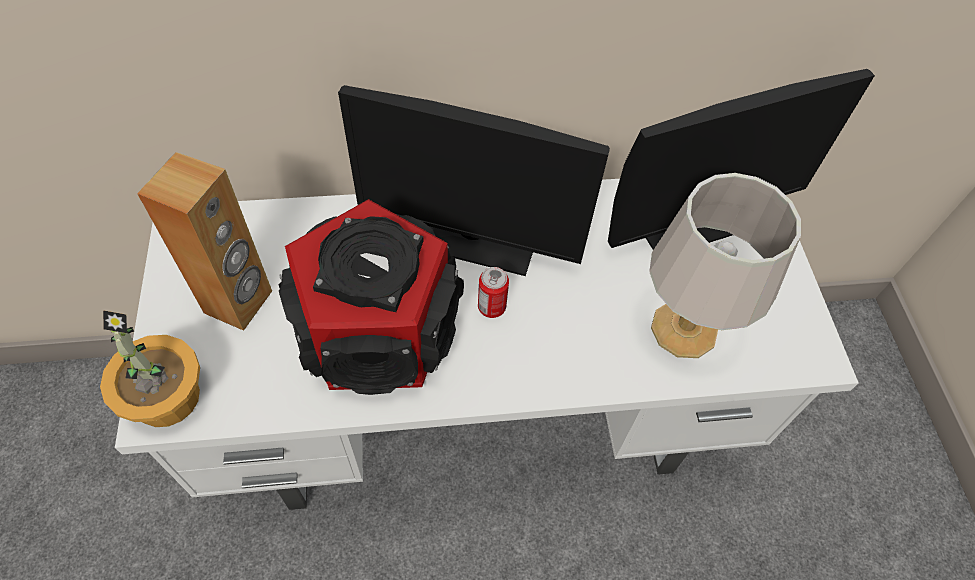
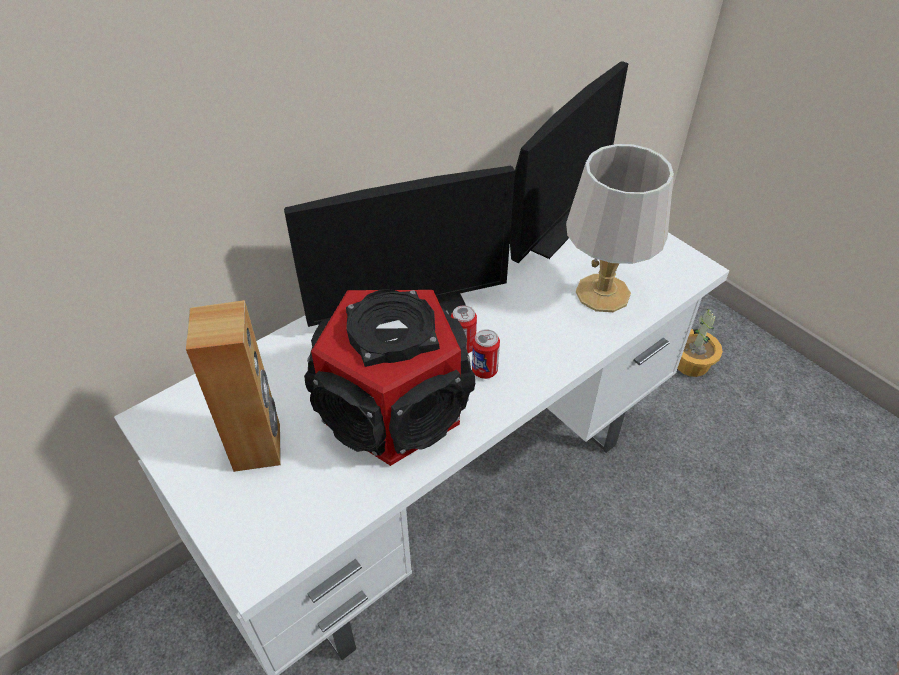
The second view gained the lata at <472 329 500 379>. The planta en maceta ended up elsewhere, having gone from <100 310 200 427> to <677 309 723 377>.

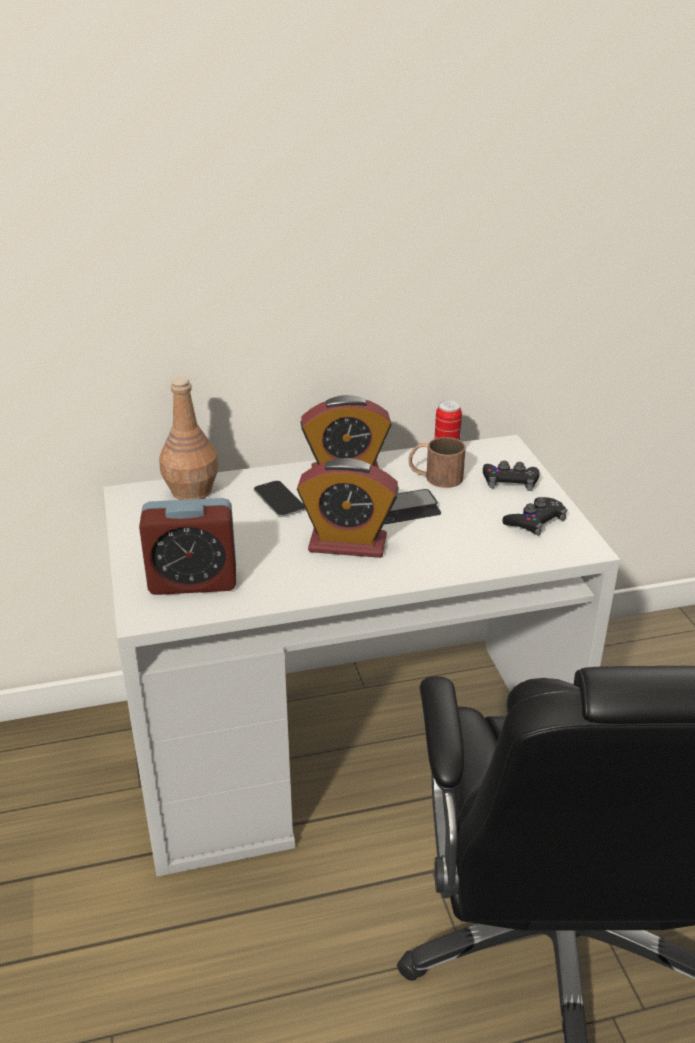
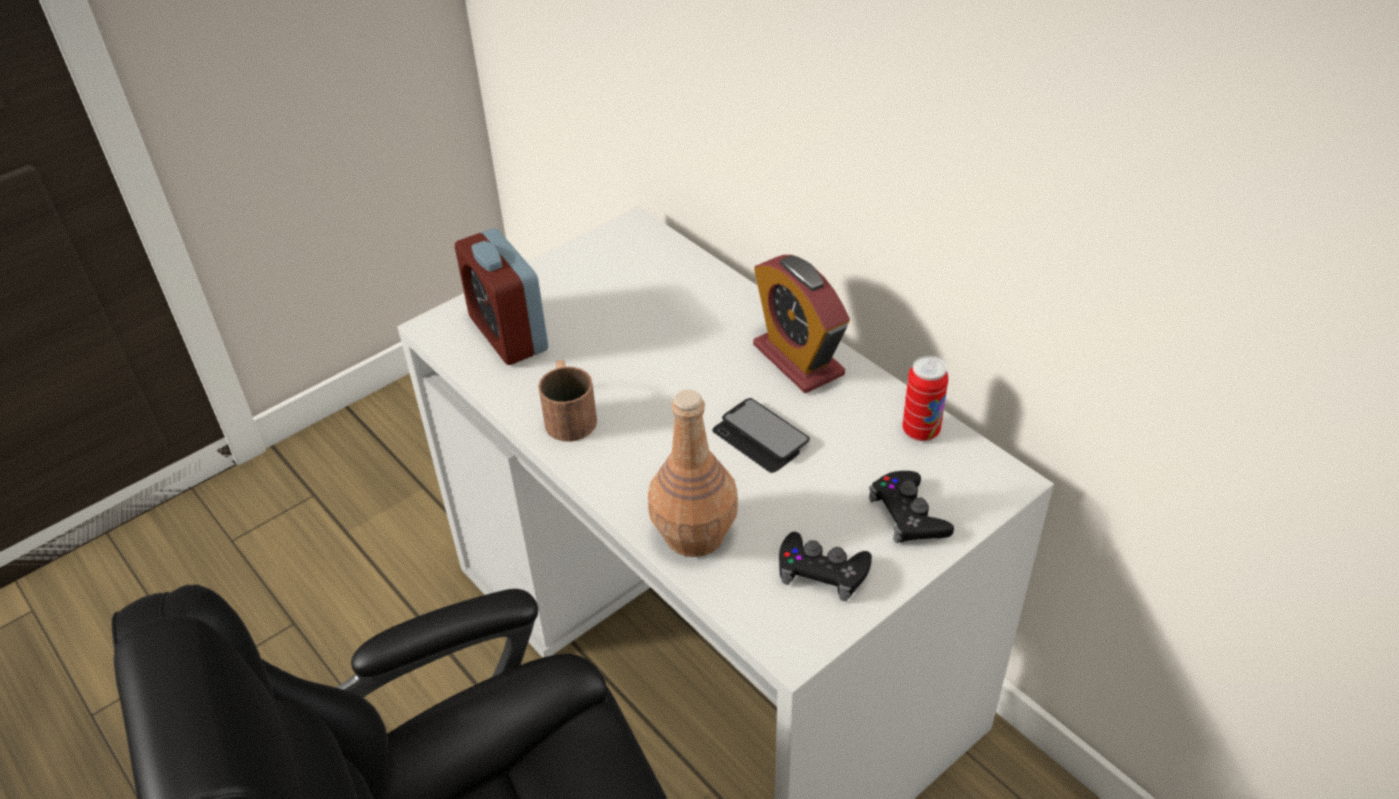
The taza grande (marrón) ended up elsewhere, having gone from <408 437 466 488> to <538 360 597 442>. The botella (marrón) ended up elsewhere, having gone from <159 377 219 500> to <648 389 738 557>. The second view lost the móvil at <254 481 305 517>. The second view lost the despertador at <297 458 399 558>.

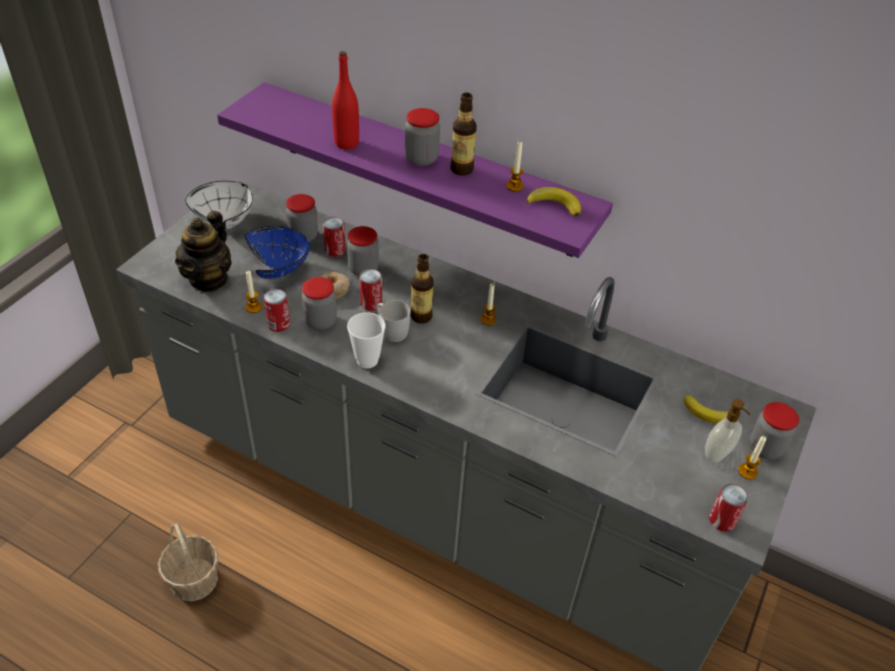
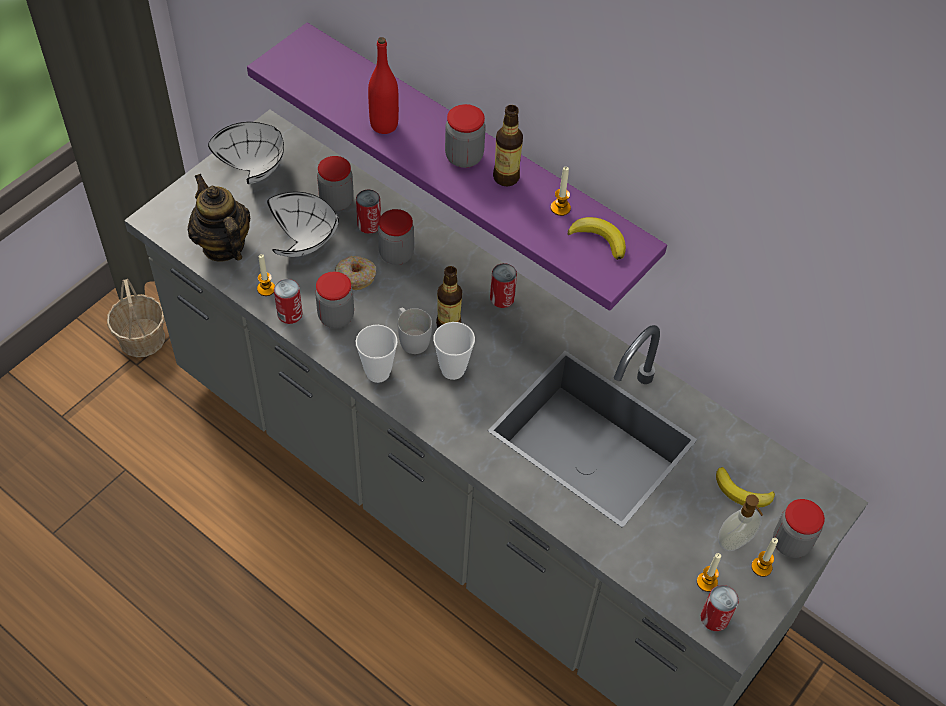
The cesta ended up elsewhere, having gone from <158 523 219 601> to <107 279 165 357>. The tetera at <175 211 232 292> ended up facing another way, 120 degrees clockwise from before. What was the cuenco (azul) at <245 226 311 279> turned into the cuenco (blanco) at <267 192 339 257>. The second view gained the taza at <433 322 475 380>. The lata ended up elsewhere, having gone from <359 269 382 311> to <490 263 517 308>. The vela ended up elsewhere, having gone from <480 283 497 325> to <697 553 721 592>.

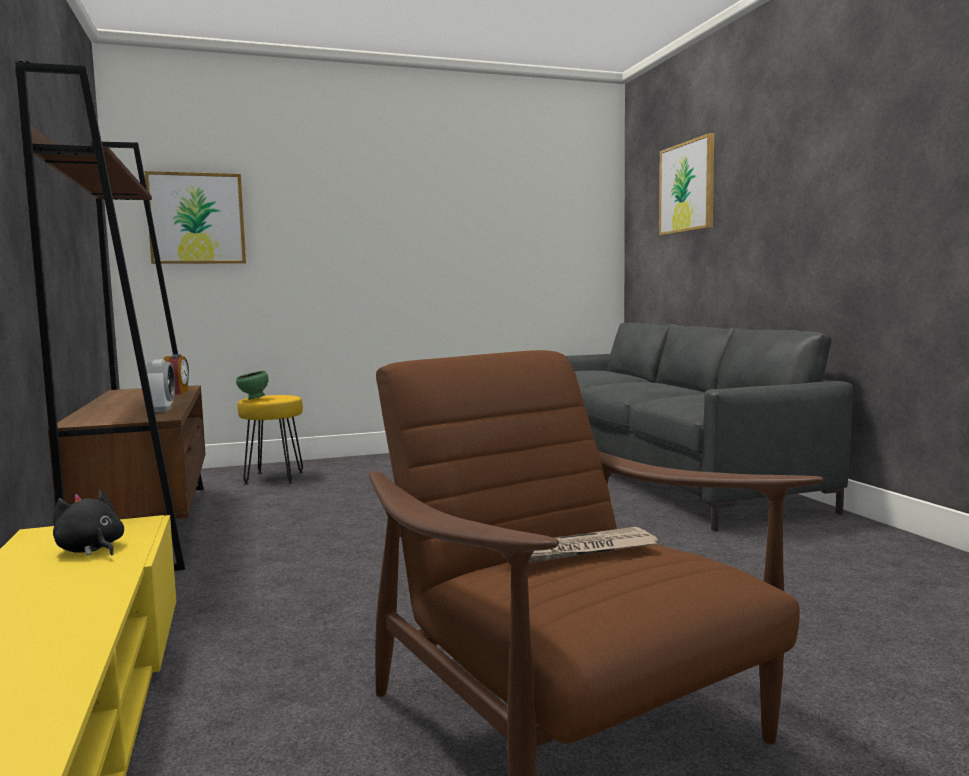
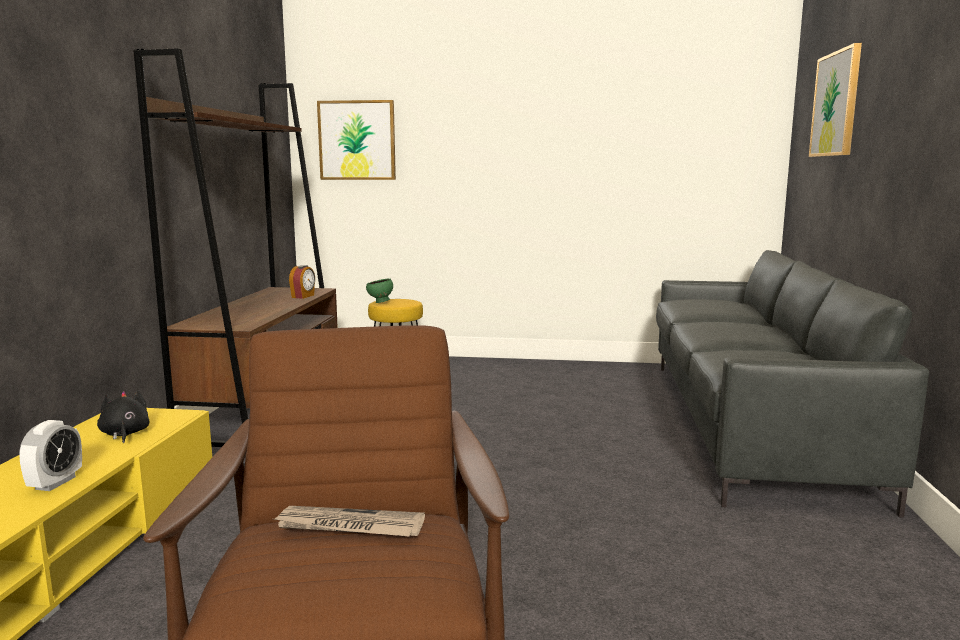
The despertador ended up elsewhere, having gone from <146 359 175 412> to <19 420 82 491>.

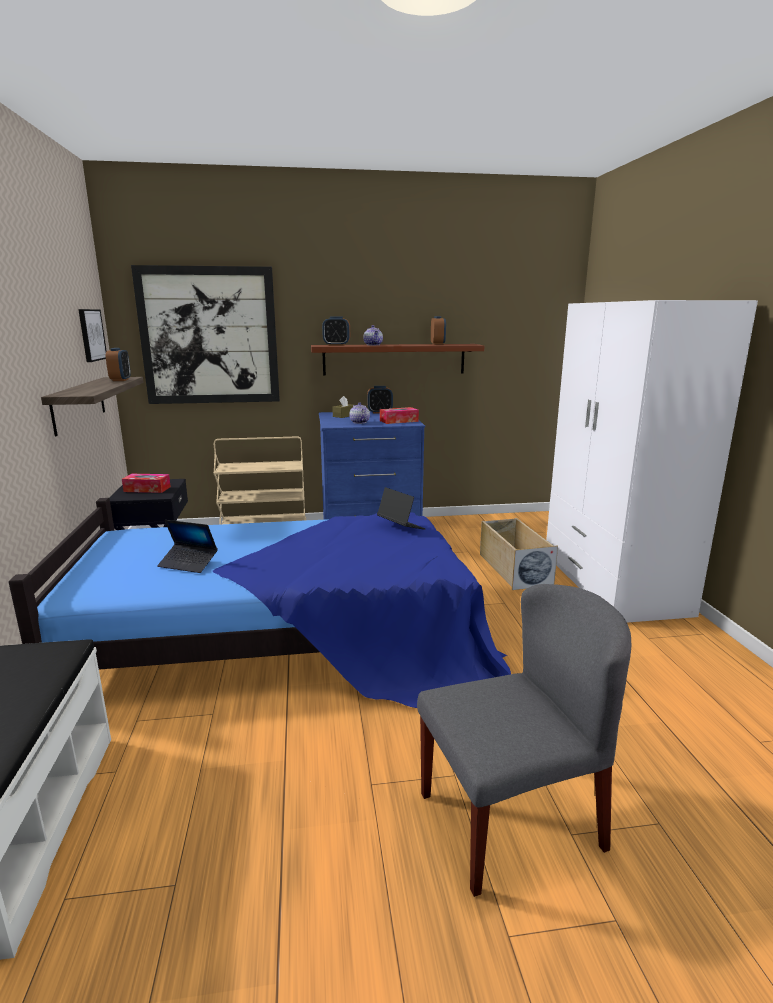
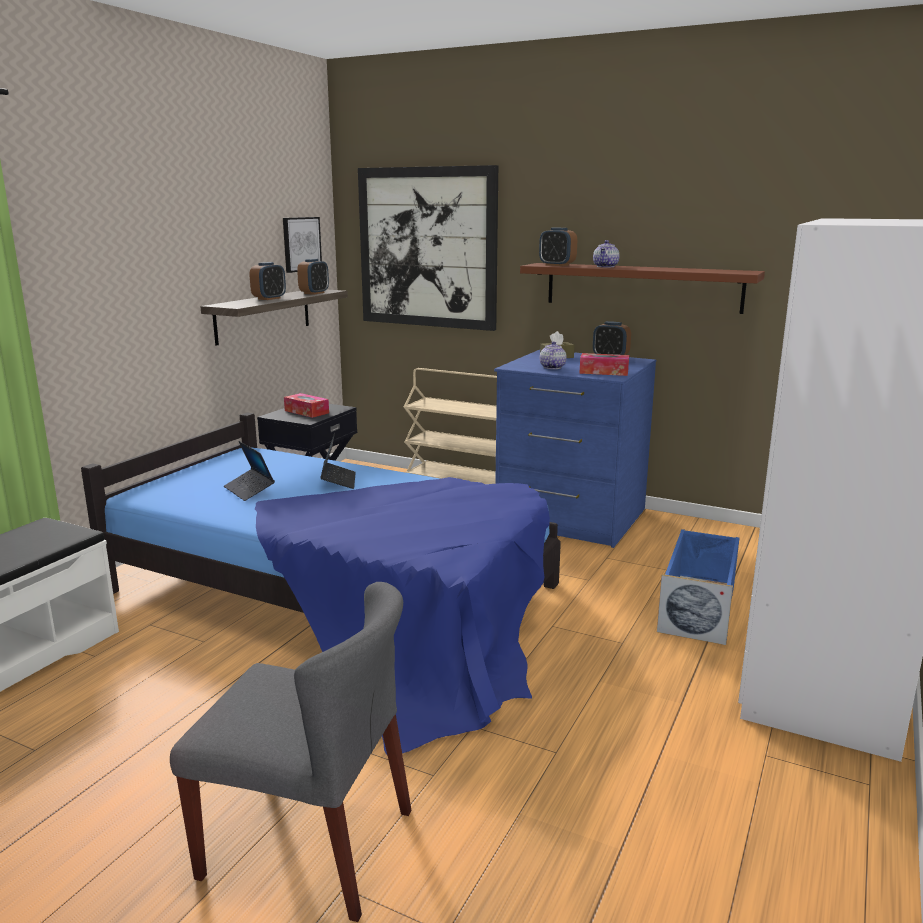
The despertador ended up elsewhere, having gone from <431 316 446 345> to <250 262 286 300>. The portátil ended up elsewhere, having gone from <377 487 425 529> to <320 433 356 489>. What was the caja de almacenaje (beis) at <480 518 558 590> turned into the caja de almacenaje (azul) at <657 529 740 645>.

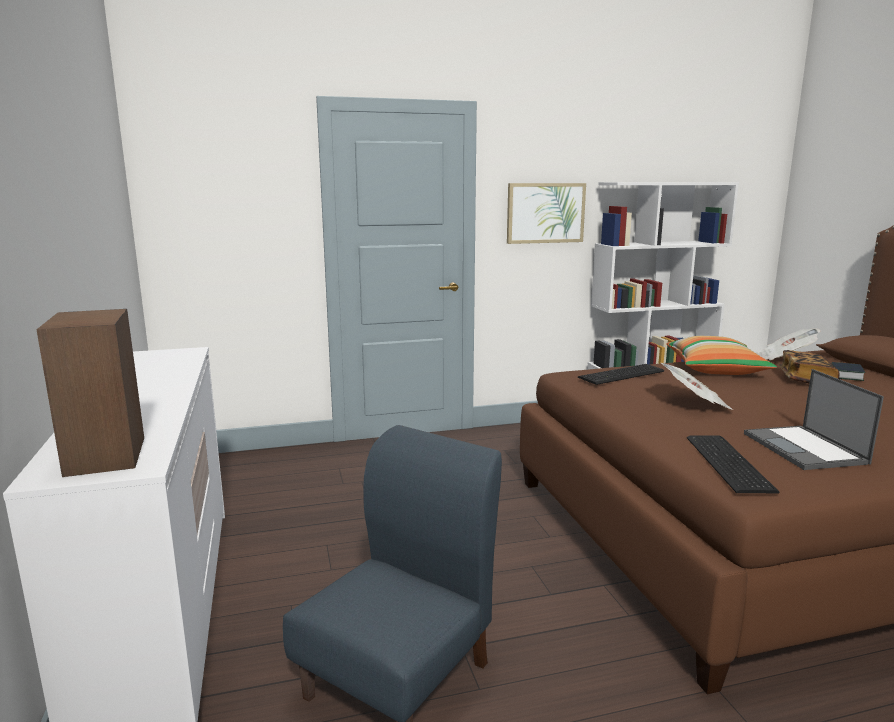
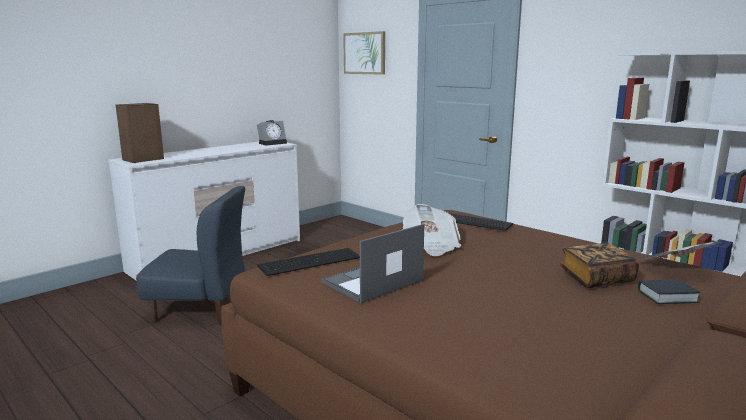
The second view gained the despertador at <257 120 287 146>. The cuadro ended up elsewhere, having gone from <507 183 586 244> to <343 31 385 75>. The second view lost the cojín at <666 336 777 375>.

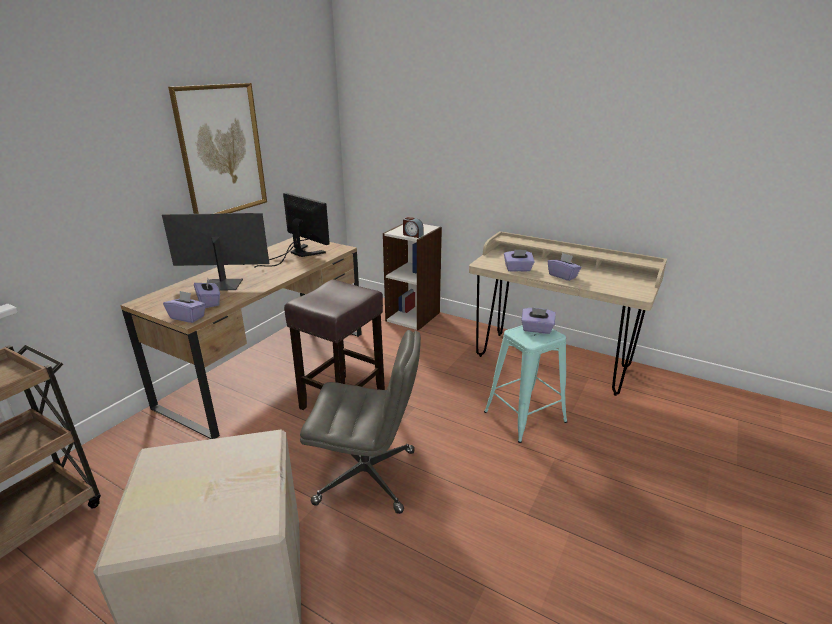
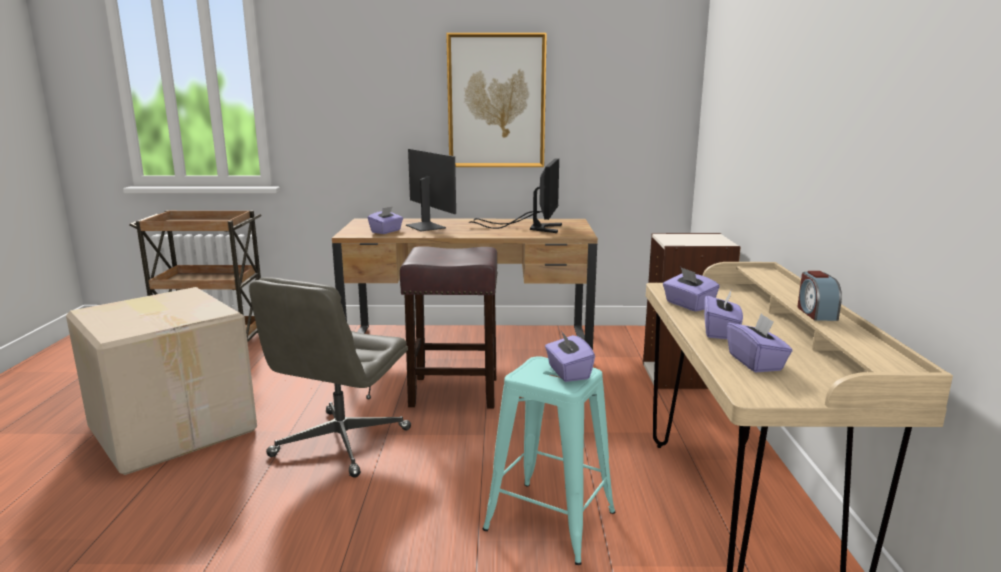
The silla de oficina (gris) at <300 330 421 514> ended up facing another way, 45 degrees clockwise from before. The caja de pañuelos (morado) ended up elsewhere, having gone from <163 291 206 323> to <727 313 793 372>. The despertador ended up elsewhere, having gone from <403 217 424 238> to <797 271 842 321>.

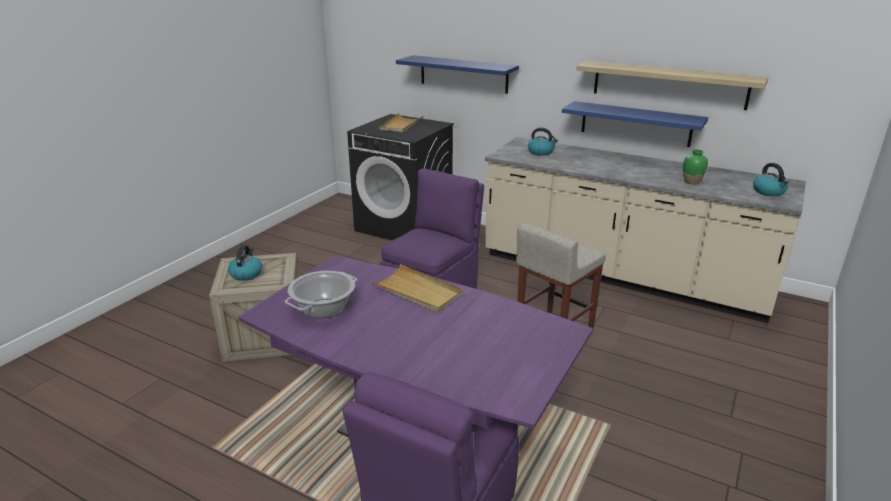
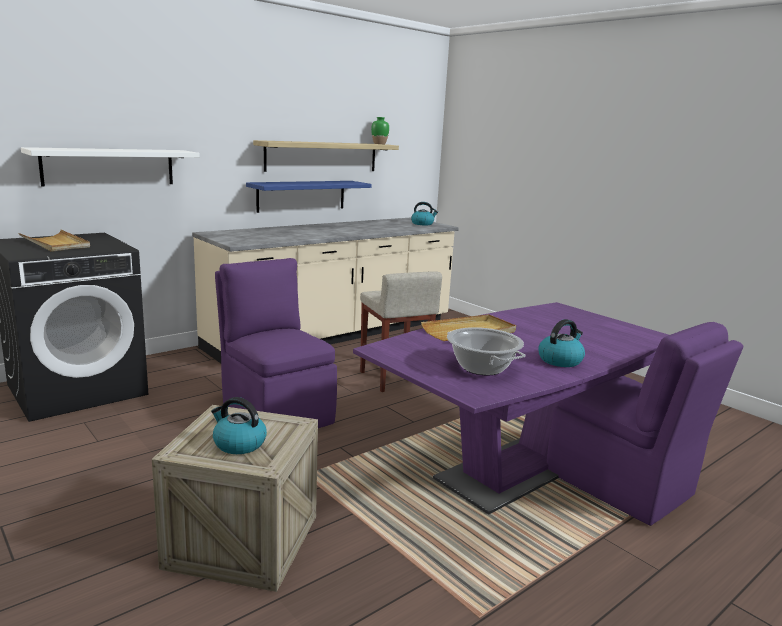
What was the estante (azul) at <396 55 519 94> turned into the estante (blanco) at <21 147 200 187>. The florero (verde) ended up elsewhere, having gone from <683 149 708 185> to <371 117 389 144>. The hervidor ended up elsewhere, having gone from <528 128 558 156> to <538 319 585 367>.

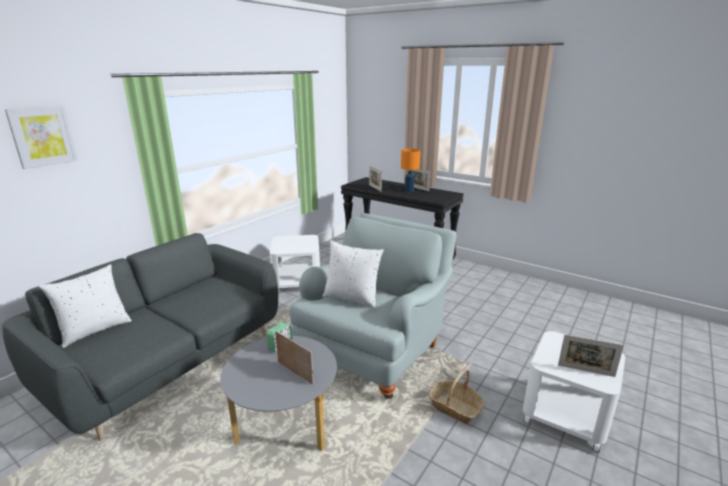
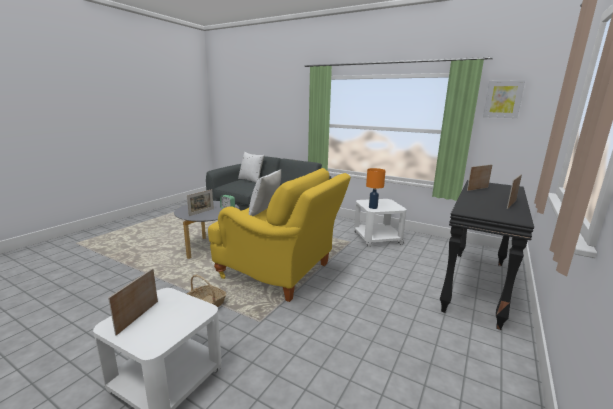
What was the sillón (gris) at <290 213 457 399> turned into the sillón (amarillo) at <208 168 351 302>. The lámpara de mesa (naranja) ended up elsewhere, having gone from <401 148 420 192> to <366 168 386 209>. The cuadro ended up elsewhere, having gone from <5 106 78 169> to <483 80 525 118>.

